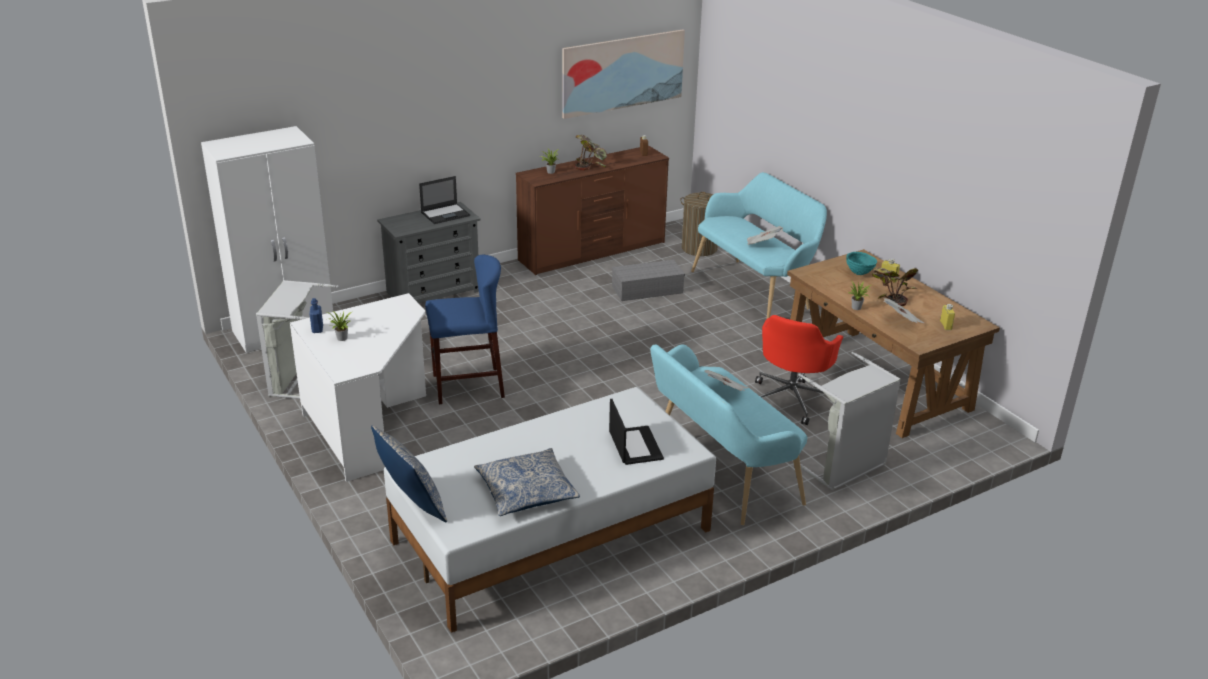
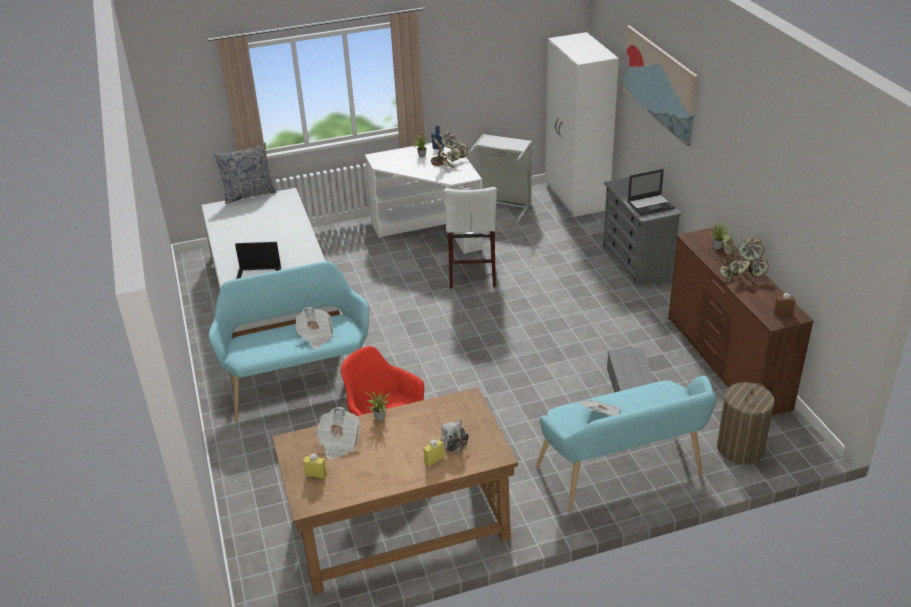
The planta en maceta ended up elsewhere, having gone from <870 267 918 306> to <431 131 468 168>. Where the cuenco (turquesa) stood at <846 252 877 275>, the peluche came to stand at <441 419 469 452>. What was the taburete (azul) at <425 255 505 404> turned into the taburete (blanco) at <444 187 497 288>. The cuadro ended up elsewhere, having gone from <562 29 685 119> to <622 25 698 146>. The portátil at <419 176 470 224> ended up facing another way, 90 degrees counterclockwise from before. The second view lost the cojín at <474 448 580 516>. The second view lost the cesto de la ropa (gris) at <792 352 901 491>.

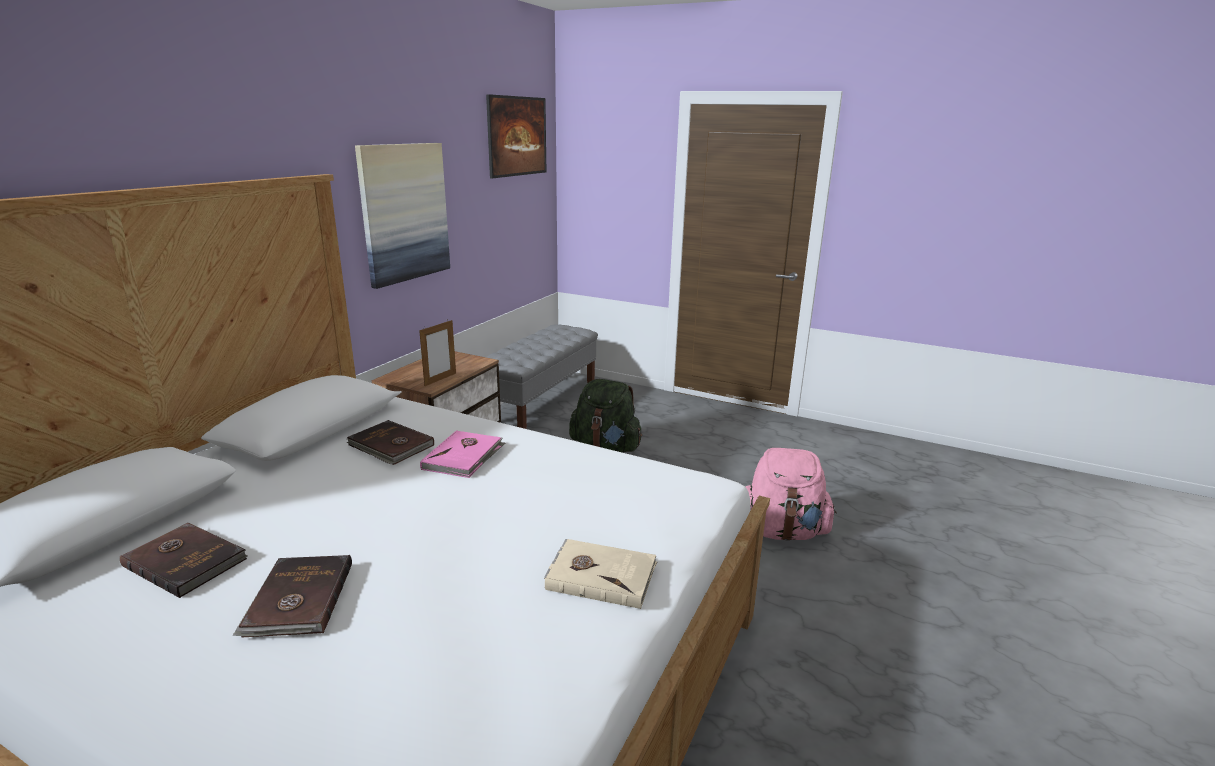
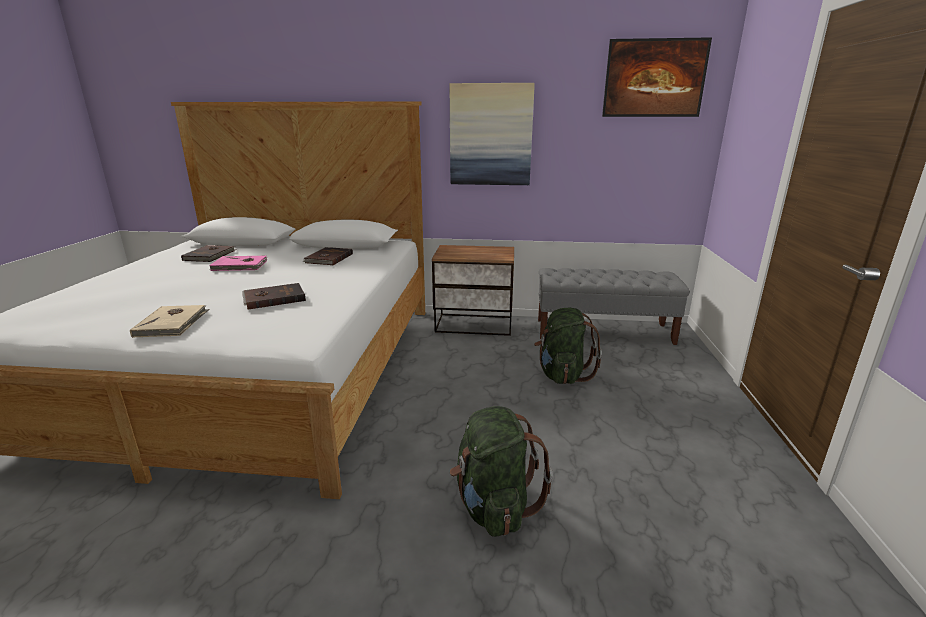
The libro (rosa) ended up elsewhere, having gone from <420 430 505 478> to <209 256 267 271>. The libro (marrón) ended up elsewhere, having gone from <233 555 352 637> to <242 283 306 310>. What was the mochila (rosa) at <746 448 837 541> turned into the mochila (verde) at <450 406 553 537>. The second view lost the portarretratos at <419 320 456 386>.

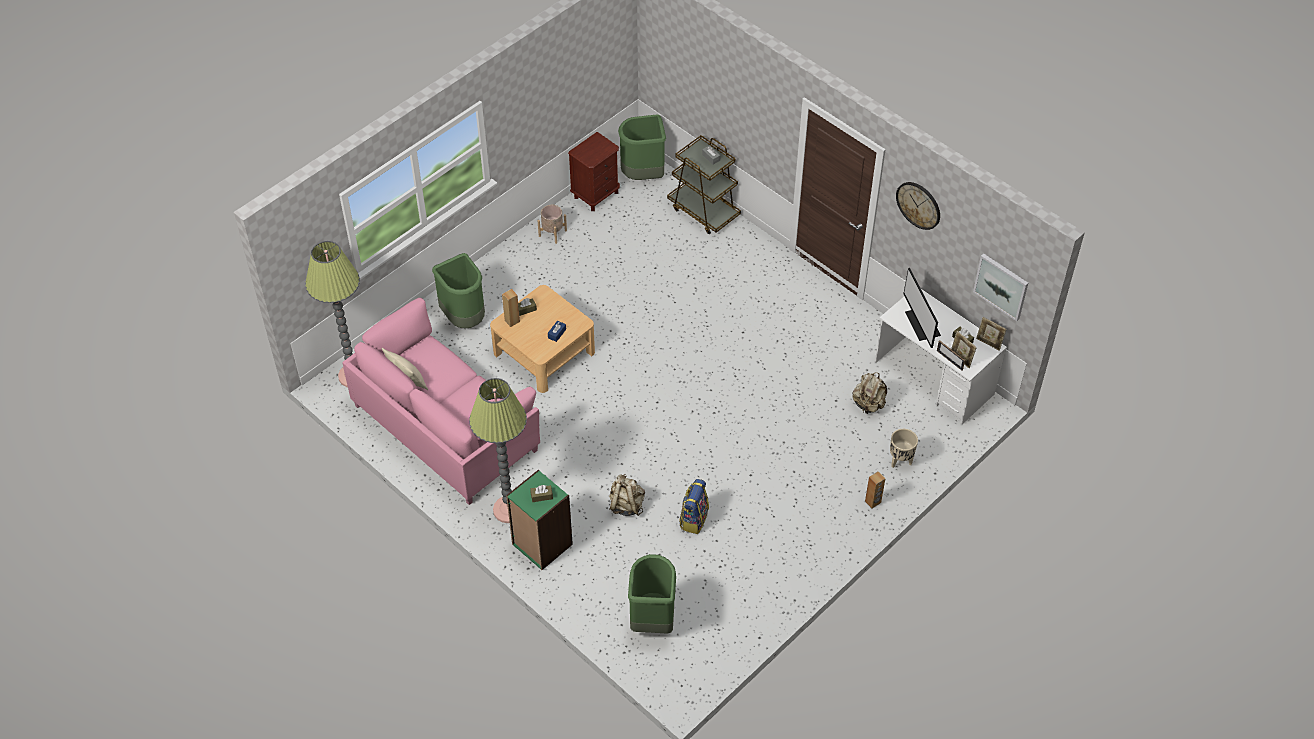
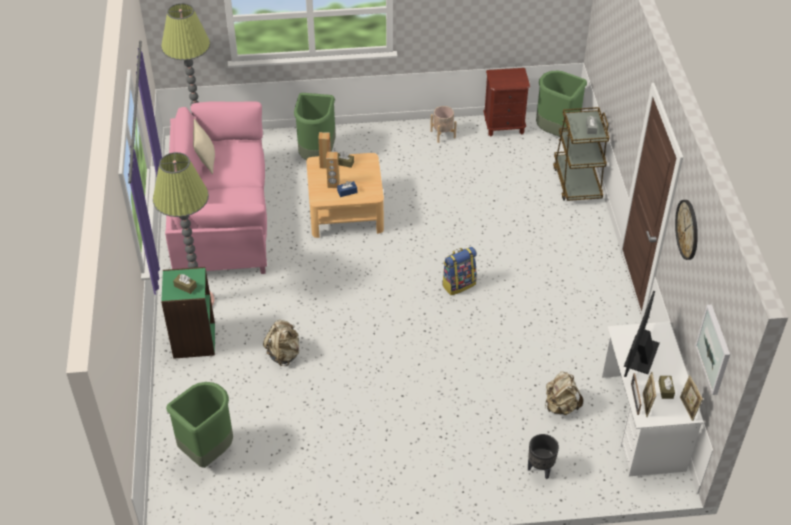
The altavoz (marrón) ended up elsewhere, having gone from <865 472 885 508> to <326 152 340 188>. The mochila ended up elsewhere, having gone from <679 479 709 534> to <442 247 477 295>. What was the maceta (beis) at <890 429 918 468> turned into the maceta (negro) at <528 434 559 479>.

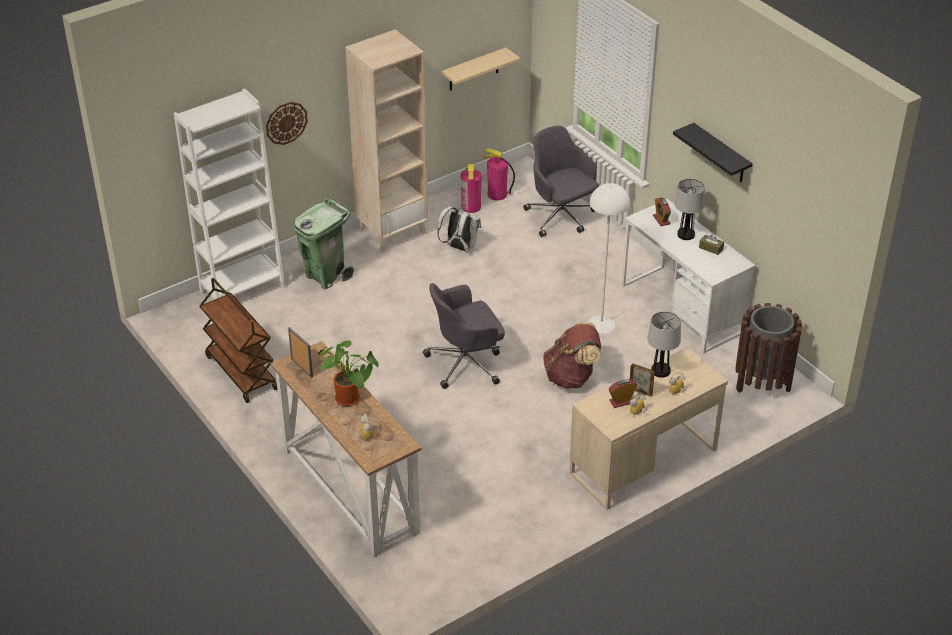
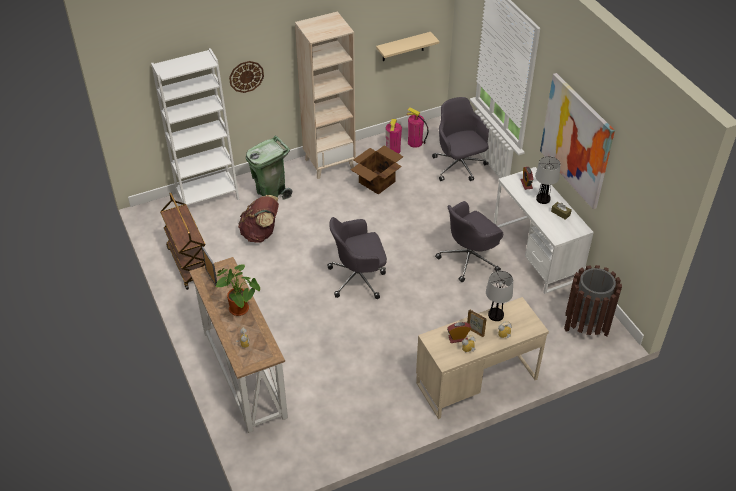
The mochila (marrón) ended up elsewhere, having gone from <543 322 601 389> to <238 195 279 243>. Where the mochila (blanco) stood at <437 206 481 252>, the caja de cartón came to stand at <351 146 404 195>. Where the lámpara de pie (blanco) stood at <588 183 630 334>, the silla de oficina (gris) came to stand at <435 201 503 282>. Where the estante (negro) hung at <673 123 752 183>, the cuadro came to hang at <540 73 615 209>.

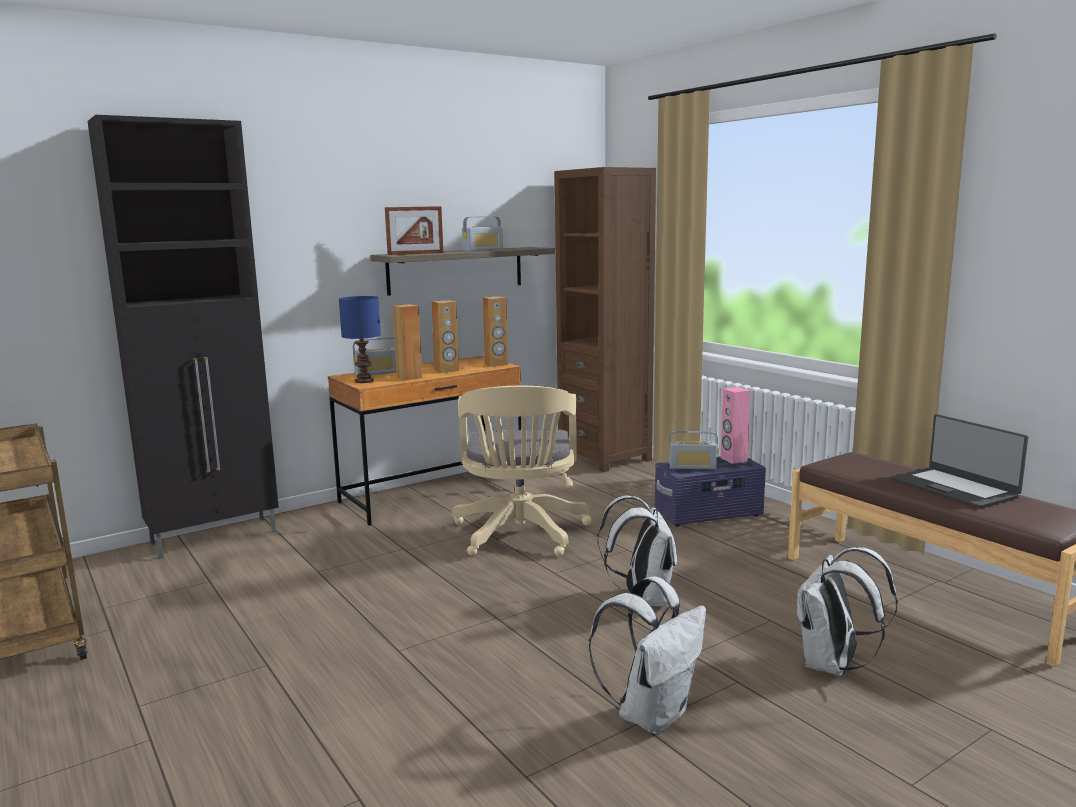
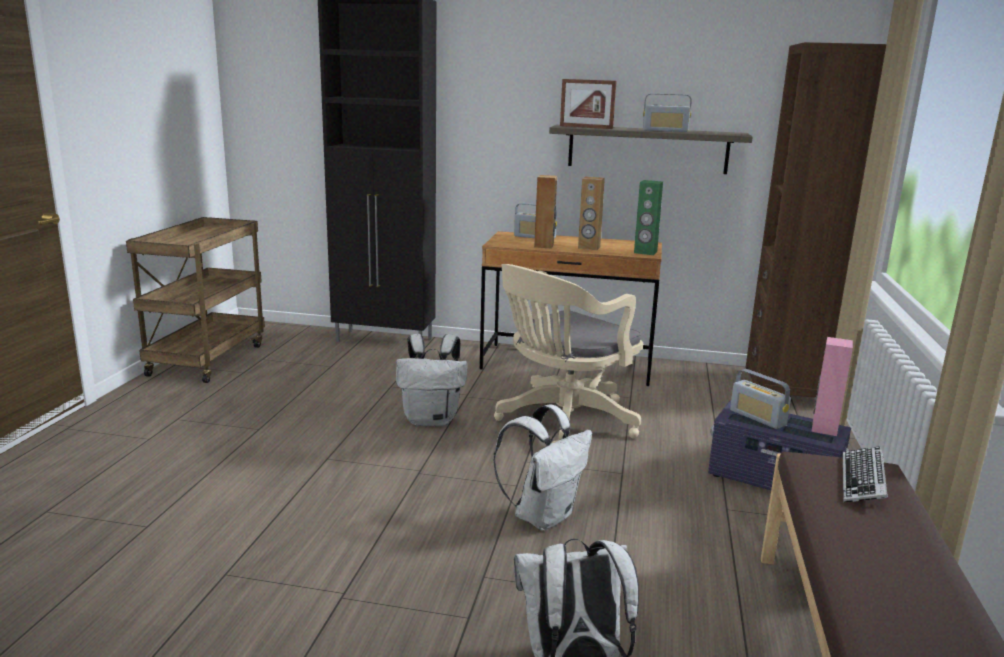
The mochila (blanco) ended up elsewhere, having gone from <589 577 706 734> to <396 334 468 426>. What was the altavoz (marrón) at <483 296 508 367> turned into the altavoz (verde) at <634 180 663 255>. The second view gained the teclado at <843 446 888 503>. The second view lost the lámpara de mesa (azul) at <339 296 381 383>. The second view lost the portátil at <891 414 1028 509>.

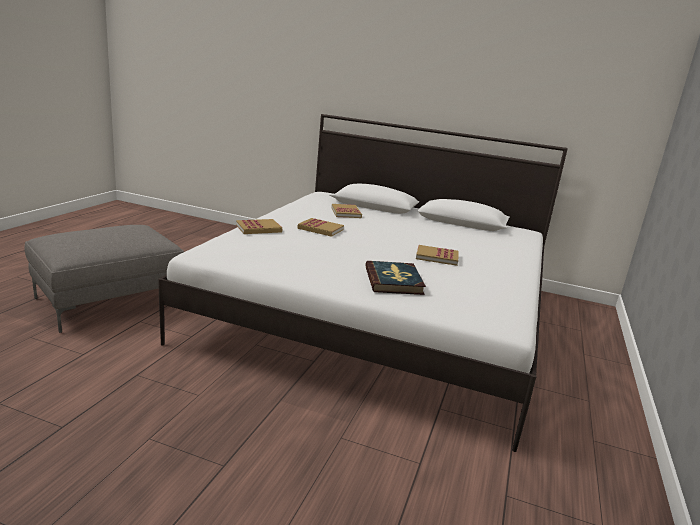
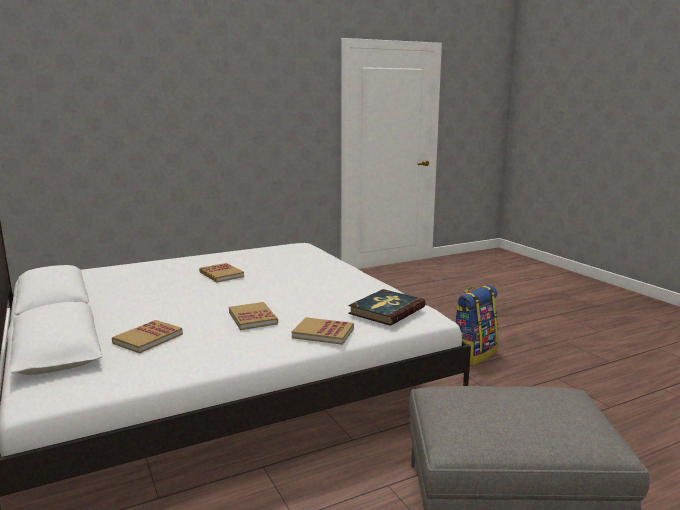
The libro ended up elsewhere, having gone from <365 261 426 295> to <348 289 426 326>. The second view gained the mochila at <455 285 498 365>.

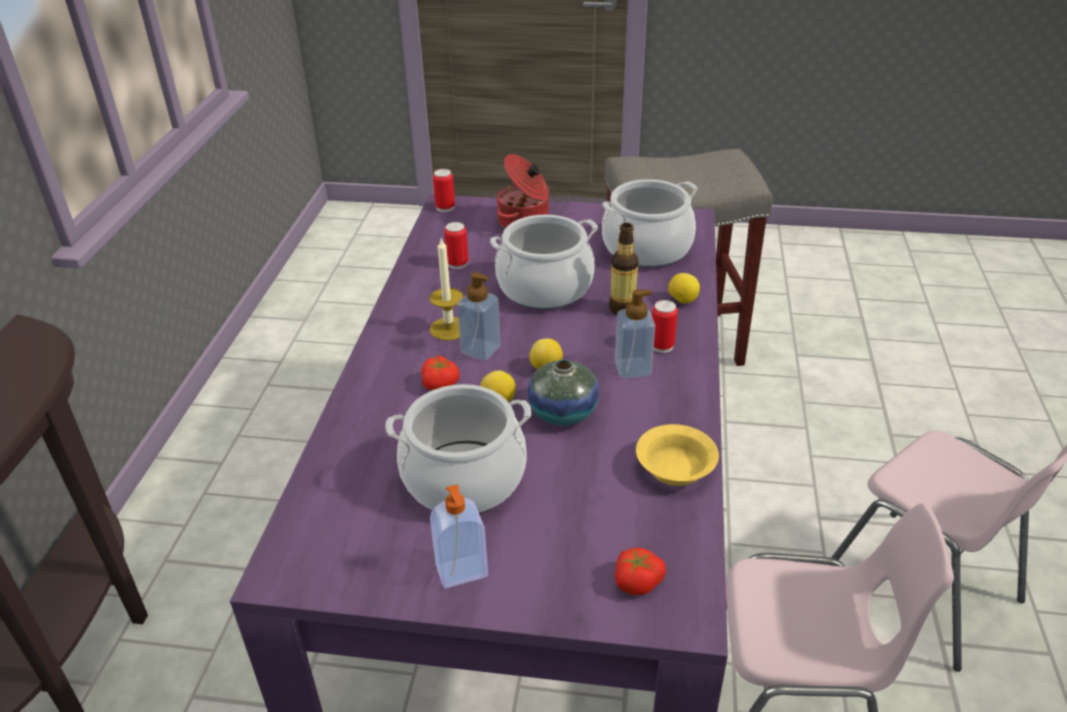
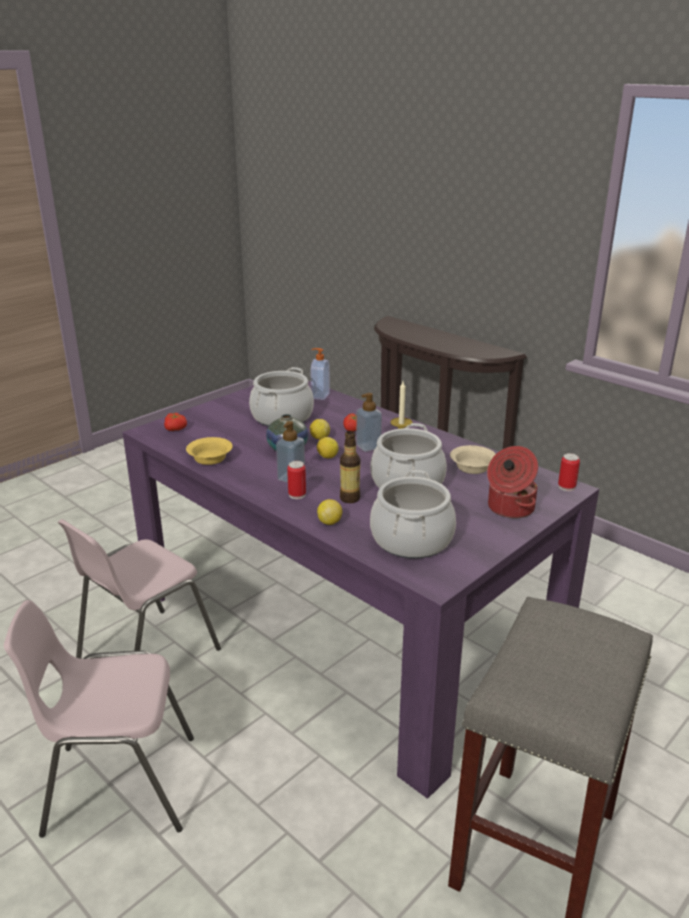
The dispensador de jabón ended up elsewhere, having gone from <430 484 488 588> to <311 348 330 400>. Where the lata stood at <444 222 468 269>, the cuenco (beis) came to stand at <450 445 496 474>.

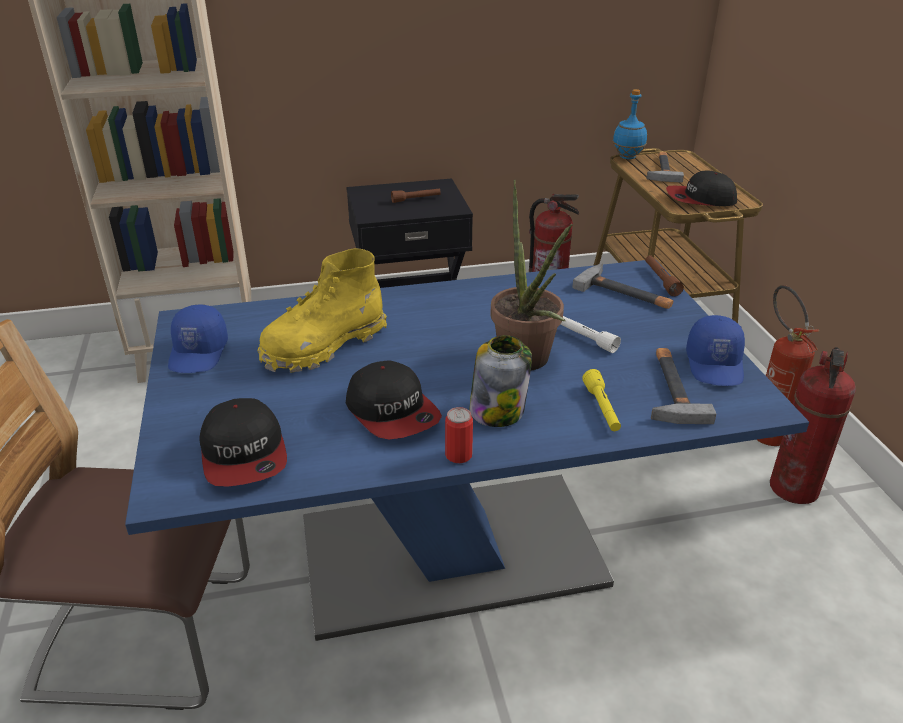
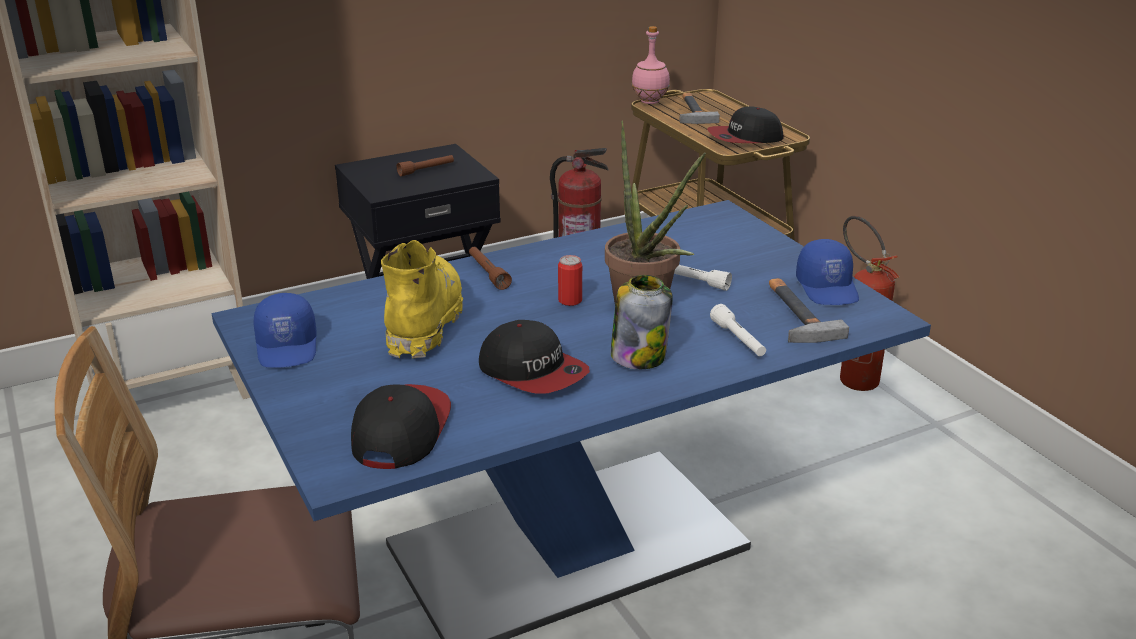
The gorra at <200 398 287 487> ended up facing another way, 135 degrees counterclockwise from before. The bota (amarillo) at <258 248 387 373> ended up facing another way, 150 degrees clockwise from before. The linterna (marrón) ended up elsewhere, having gone from <645 255 684 296> to <469 247 512 290>. The lata ended up elsewhere, having gone from <445 407 473 463> to <558 255 582 306>. What was the botella (azul) at <613 89 647 159> turned into the botella (rosa) at <632 26 670 104>. What was the linterna (amarillo) at <582 369 621 431> turned into the linterna (blanco) at <710 304 766 356>. The second view lost the martillo at <572 263 673 309>. The second view lost the extintor at <770 347 856 504>.

